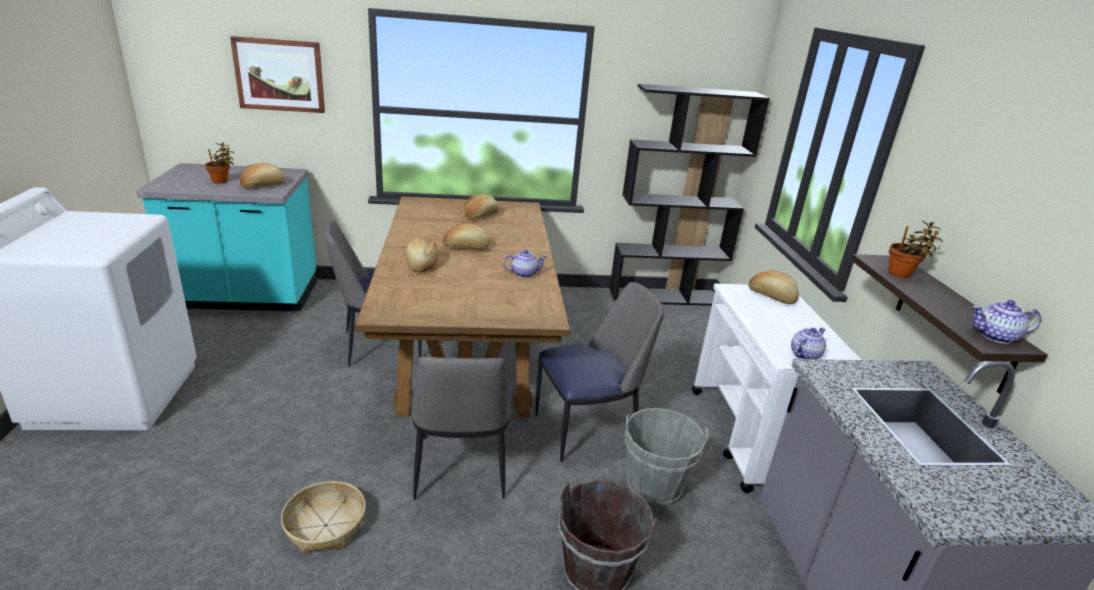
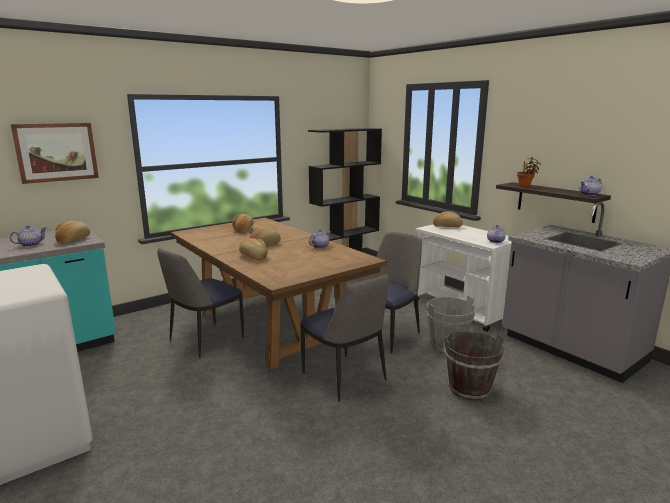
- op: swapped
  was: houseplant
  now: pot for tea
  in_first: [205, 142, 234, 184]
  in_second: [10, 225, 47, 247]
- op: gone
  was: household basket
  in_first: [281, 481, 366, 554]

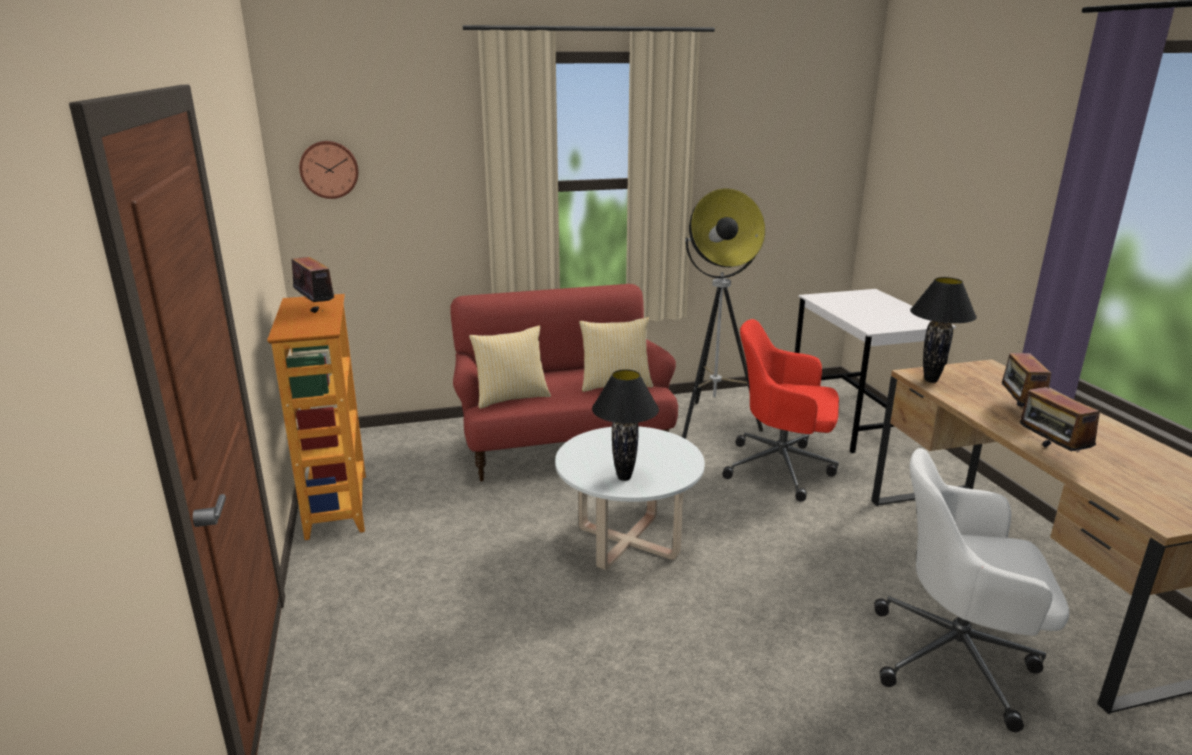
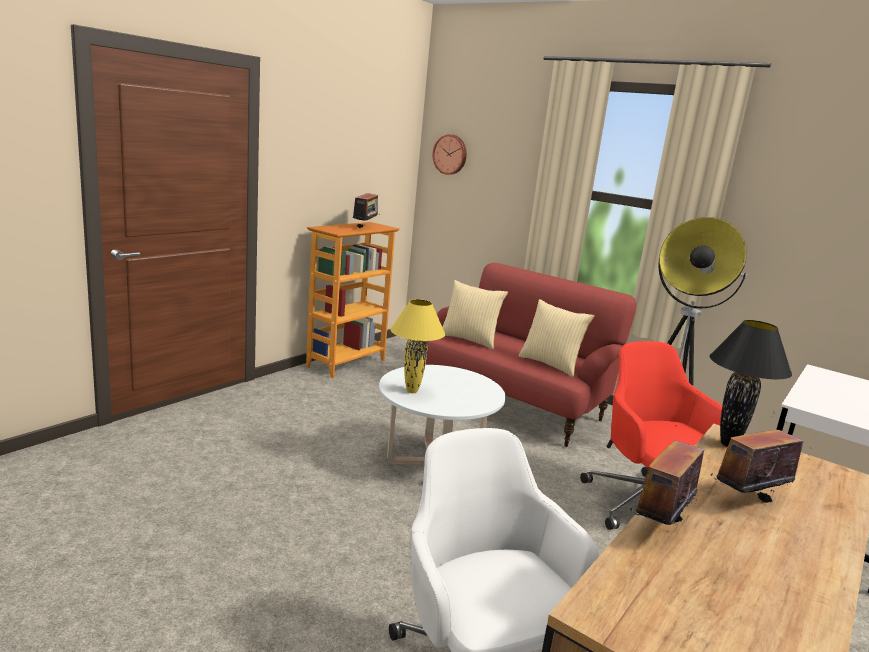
- op: repainted
  was: lamp for a table (black-coloured)
  now: lamp for a table (yellowish)
  in_first: [592, 370, 659, 481]
  in_second: [390, 299, 445, 393]

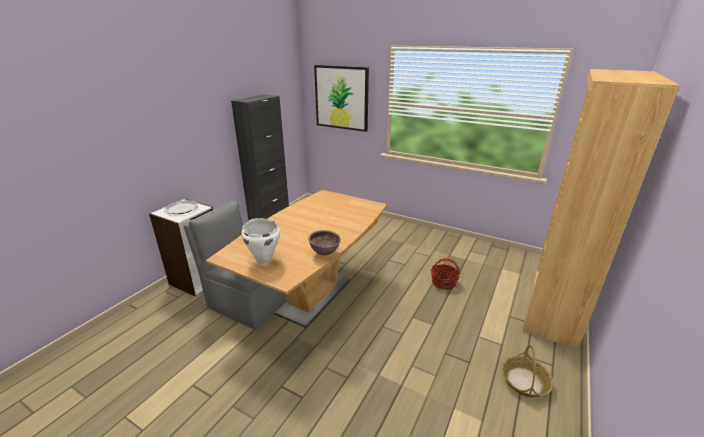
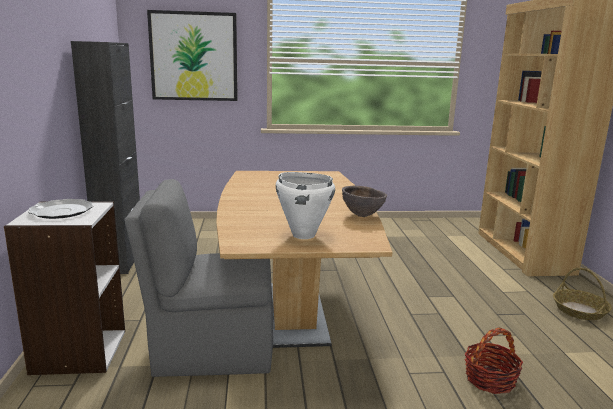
- op: shifted
  was: household basket
  in_first: [431, 258, 460, 290]
  in_second: [464, 328, 523, 394]

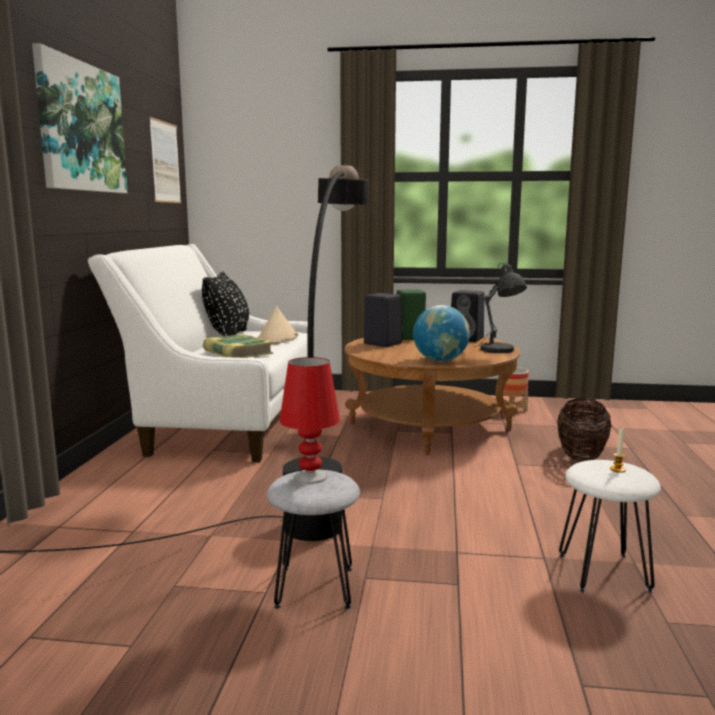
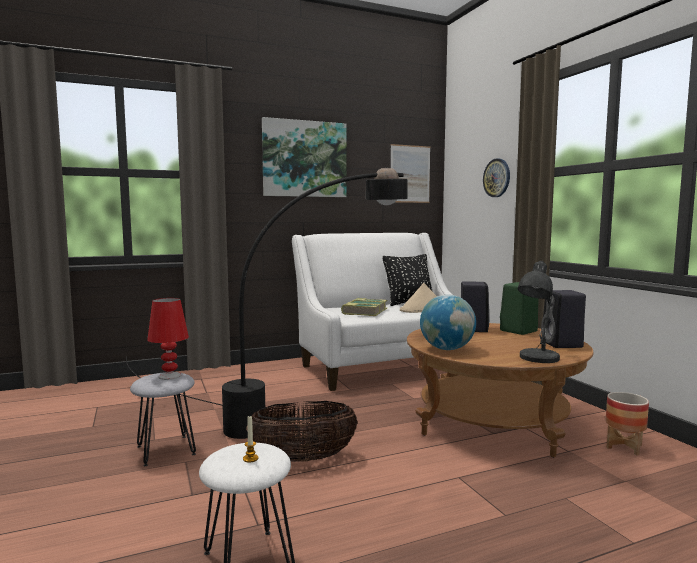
- op: shifted
  was: household basket
  in_first: [557, 398, 612, 462]
  in_second: [246, 401, 358, 462]
- op: new
  now: hanging clock
  in_second: [483, 159, 510, 197]

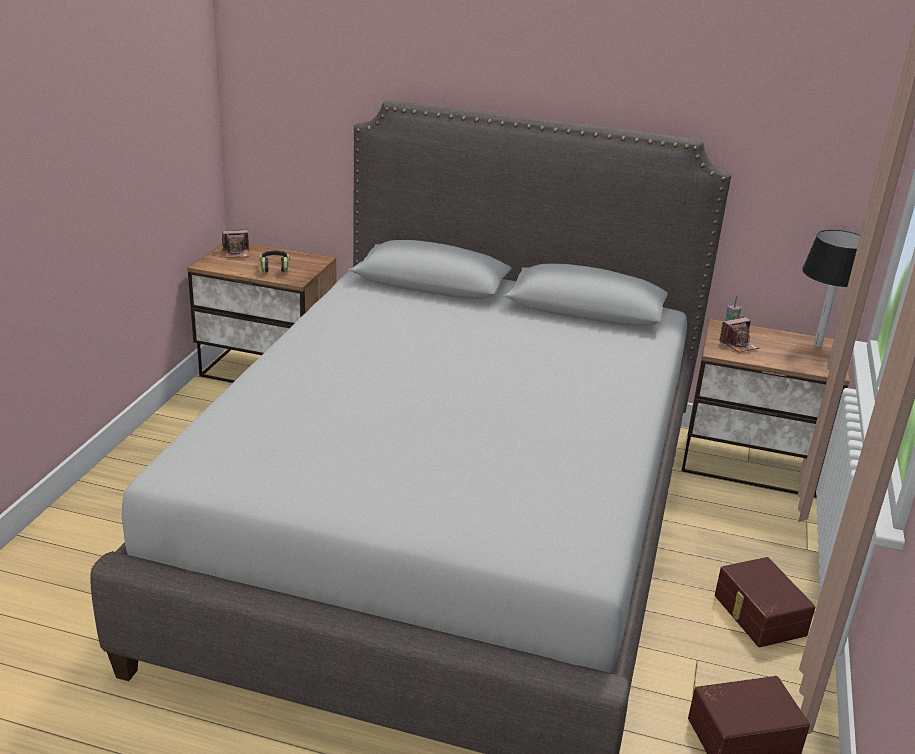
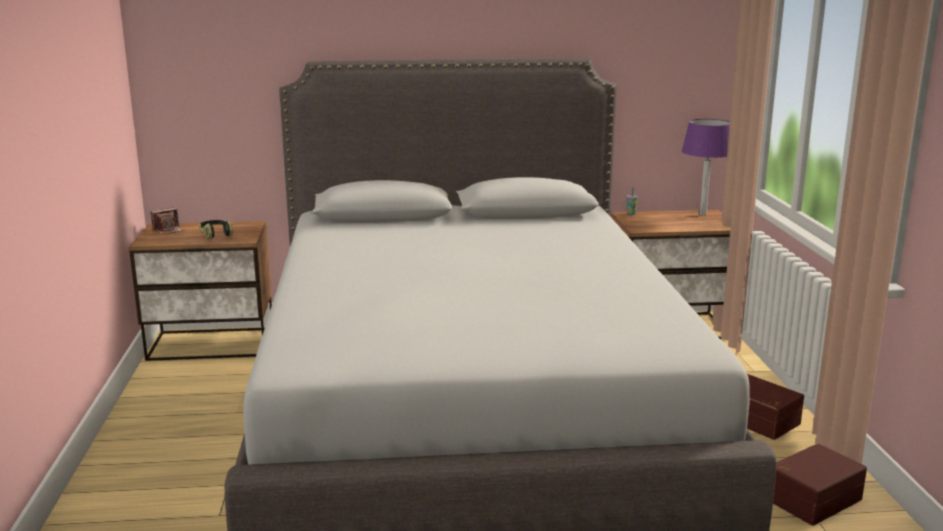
- op: gone
  was: photo camera
  in_first: [719, 316, 759, 352]
- op: repainted
  was: lamp for a table (black-coloured)
  now: lamp for a table (purple-coloured)
  in_first: [802, 230, 860, 347]
  in_second: [682, 119, 730, 215]

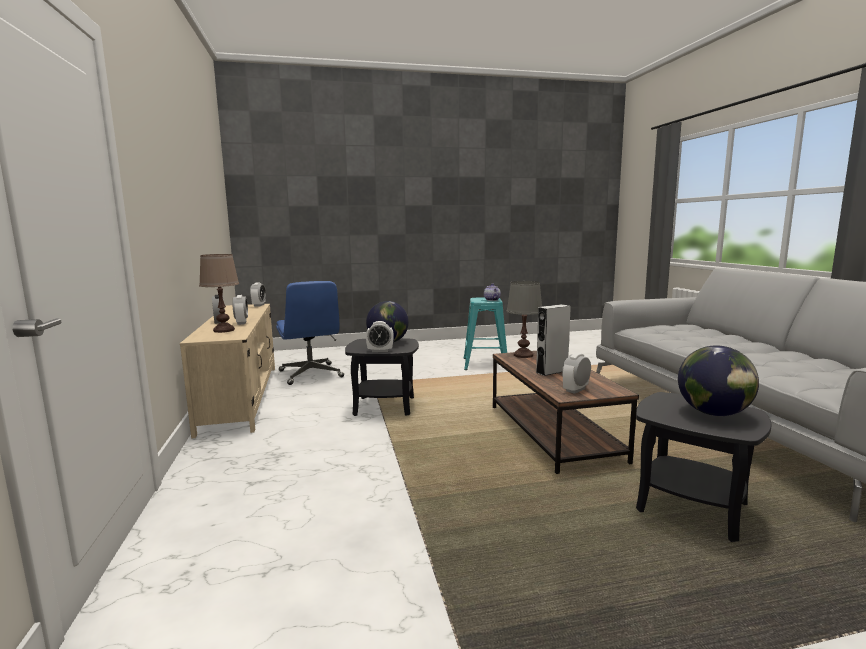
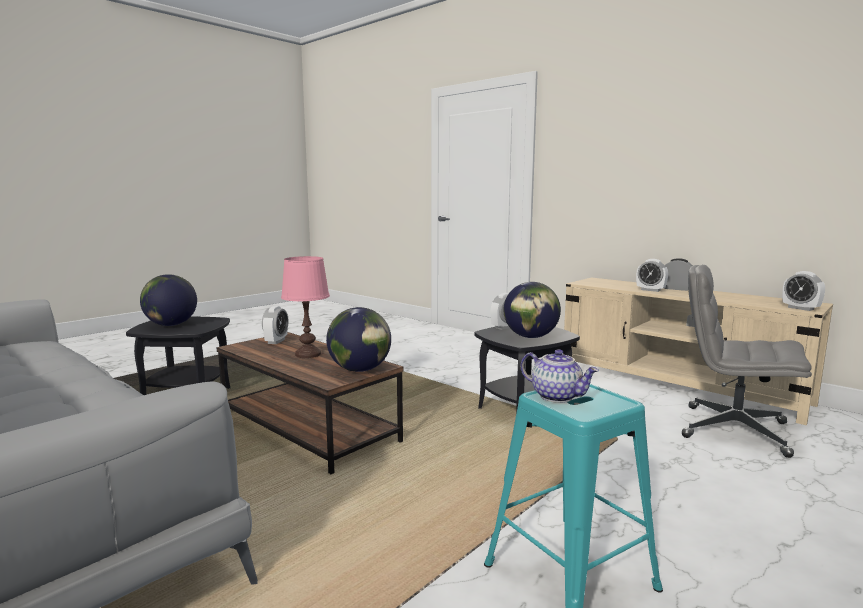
- op: gone
  was: lamp for a table (brown)
  in_first: [199, 254, 239, 333]
- op: repainted
  was: computer chair (bluish)
  now: computer chair (gray)
  in_first: [276, 281, 344, 385]
  in_second: [682, 265, 812, 458]
- op: swapped
  was: lamp for a table (gray)
  now: desk globe
  in_first: [506, 281, 542, 358]
  in_second: [326, 307, 391, 372]
- op: swapped
  was: audio speaker (gray)
  now: lamp for a table (pinkish)
  in_first: [536, 304, 571, 376]
  in_second: [281, 256, 330, 358]

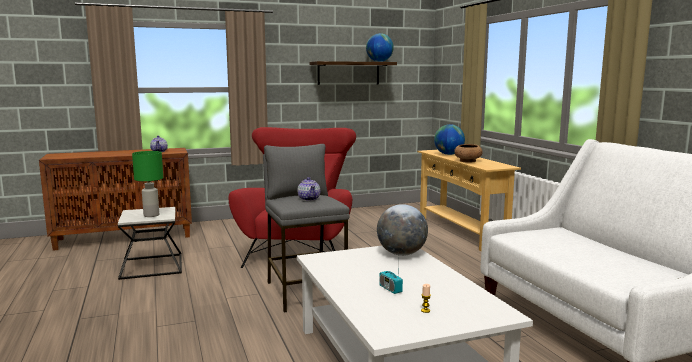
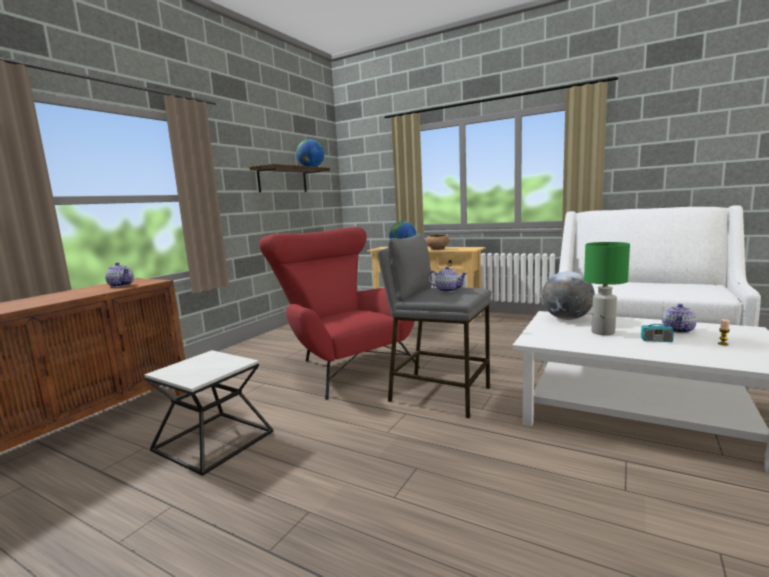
- op: shifted
  was: lamp for a table (greenish)
  in_first: [132, 151, 163, 217]
  in_second: [584, 242, 630, 335]
- op: new
  now: pot for tea
  in_second: [663, 304, 697, 333]

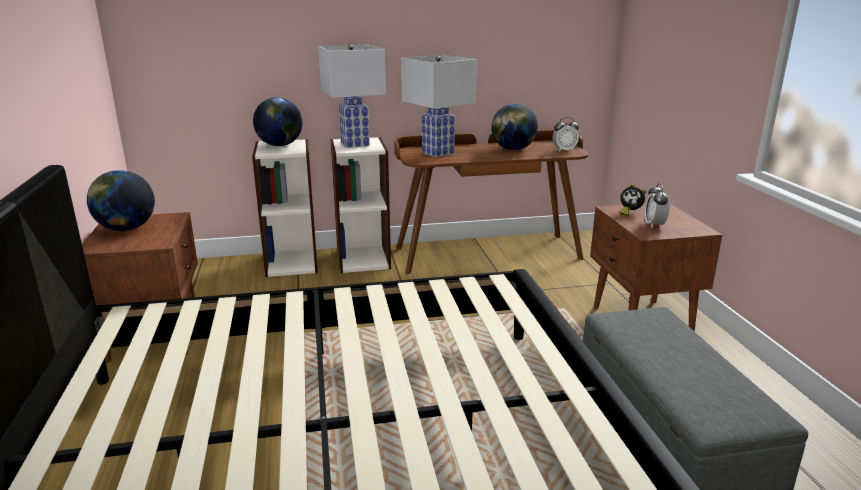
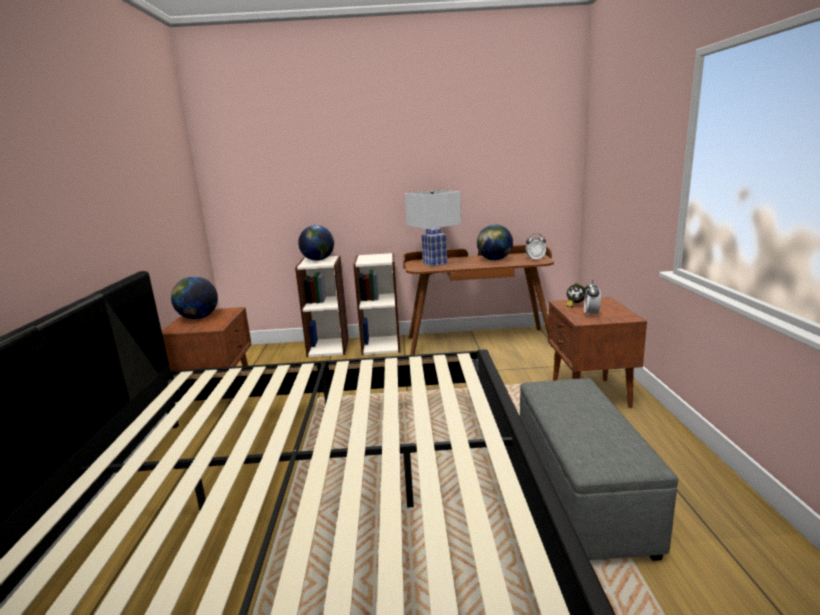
- op: gone
  was: lamp for a table (whitish)
  in_first: [318, 45, 386, 148]

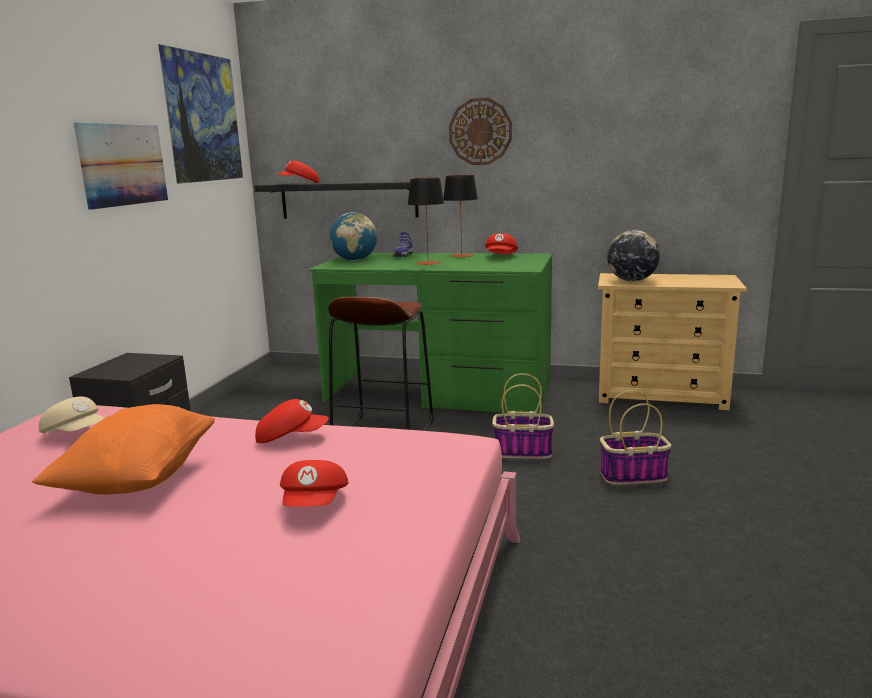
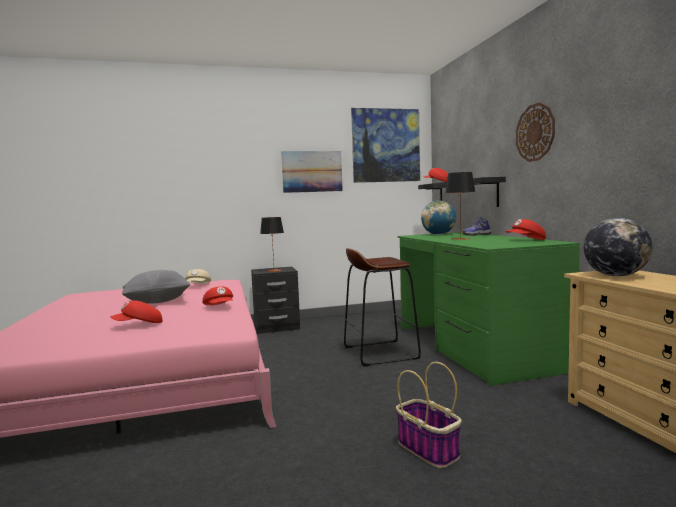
- op: repainted
  was: cushion (orange-coloured)
  now: cushion (gray)
  in_first: [32, 404, 215, 494]
  in_second: [122, 270, 191, 304]
- op: shifted
  was: lamp for a table
  in_first: [443, 175, 478, 258]
  in_second: [260, 217, 284, 272]
- op: gone
  was: household basket
  in_first: [492, 373, 554, 459]

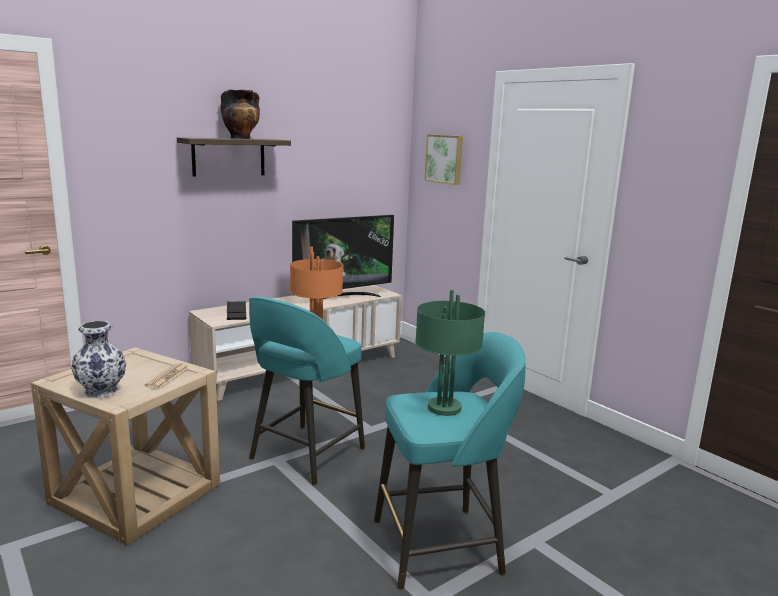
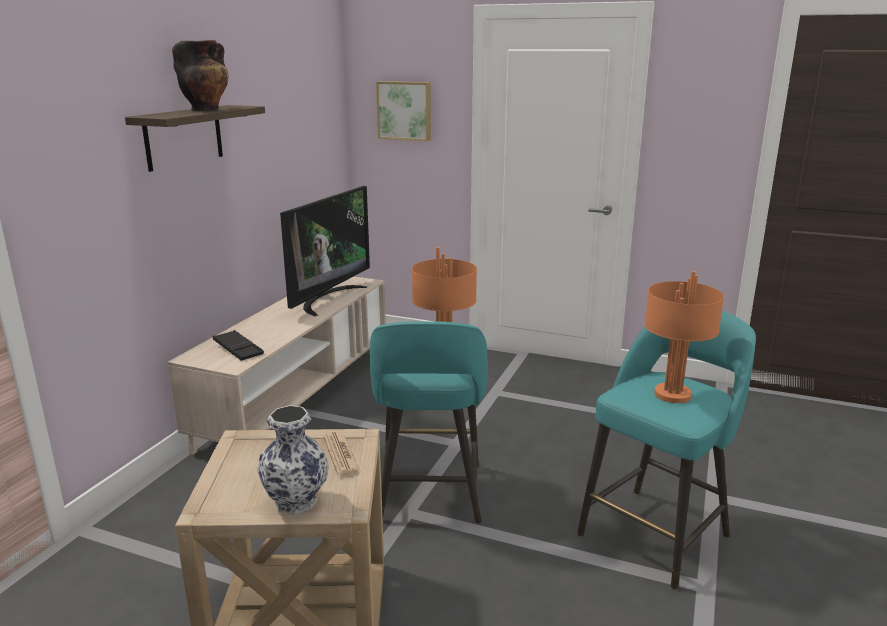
- op: repainted
  was: lamp for a table (greenish)
  now: lamp for a table (orange-coloured)
  in_first: [415, 290, 485, 416]
  in_second: [644, 271, 724, 403]

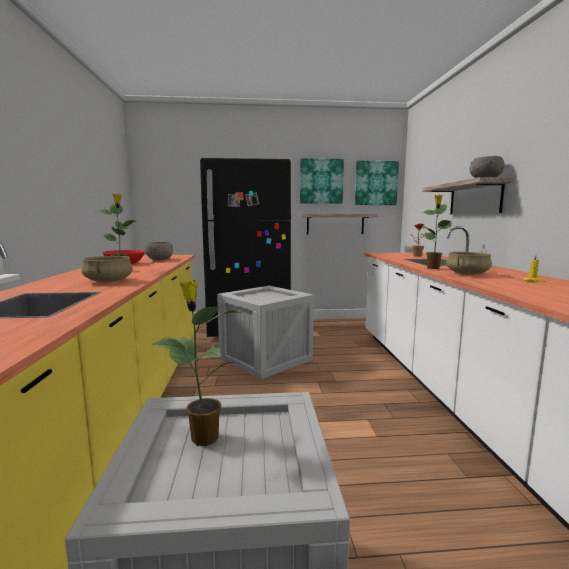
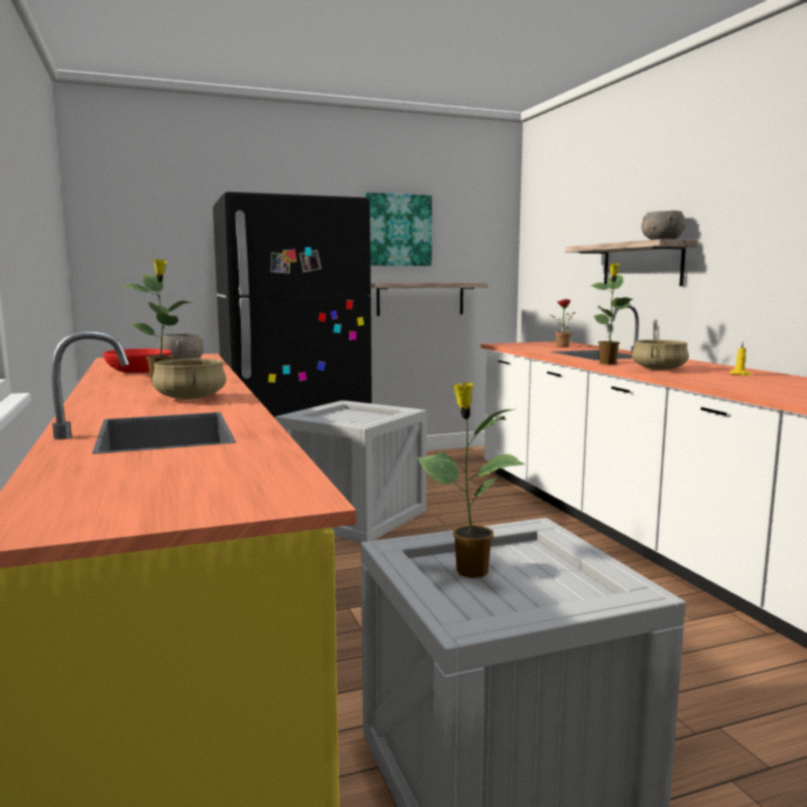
- op: gone
  was: wall picture
  in_first: [355, 161, 399, 205]

